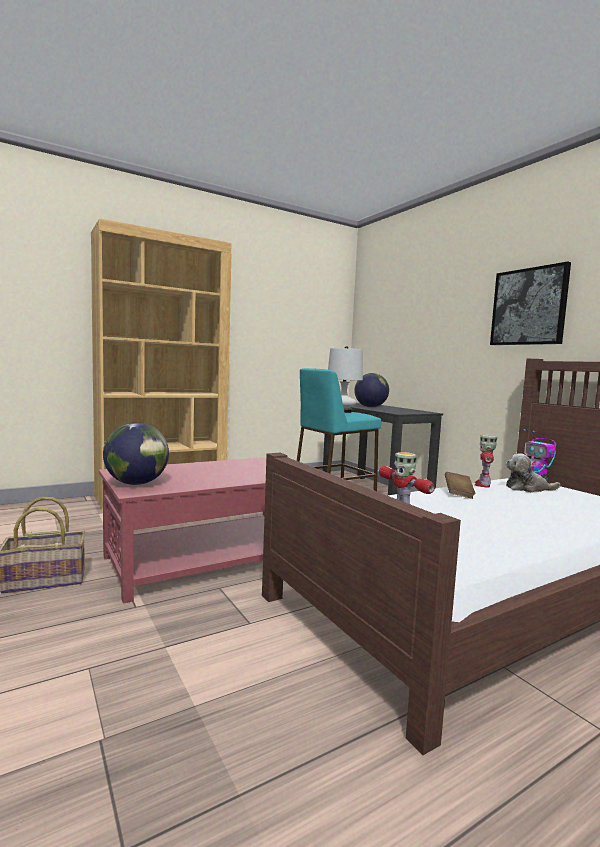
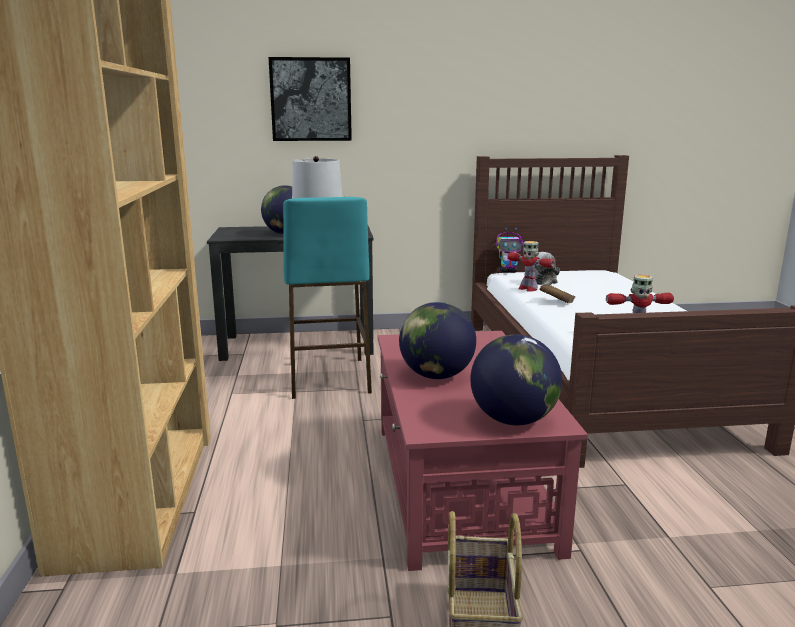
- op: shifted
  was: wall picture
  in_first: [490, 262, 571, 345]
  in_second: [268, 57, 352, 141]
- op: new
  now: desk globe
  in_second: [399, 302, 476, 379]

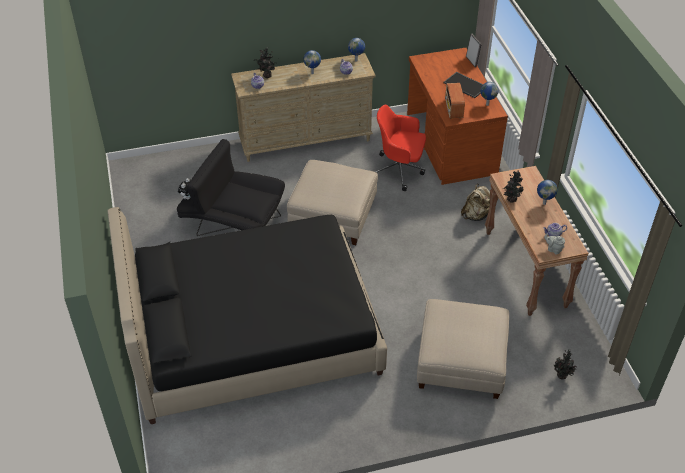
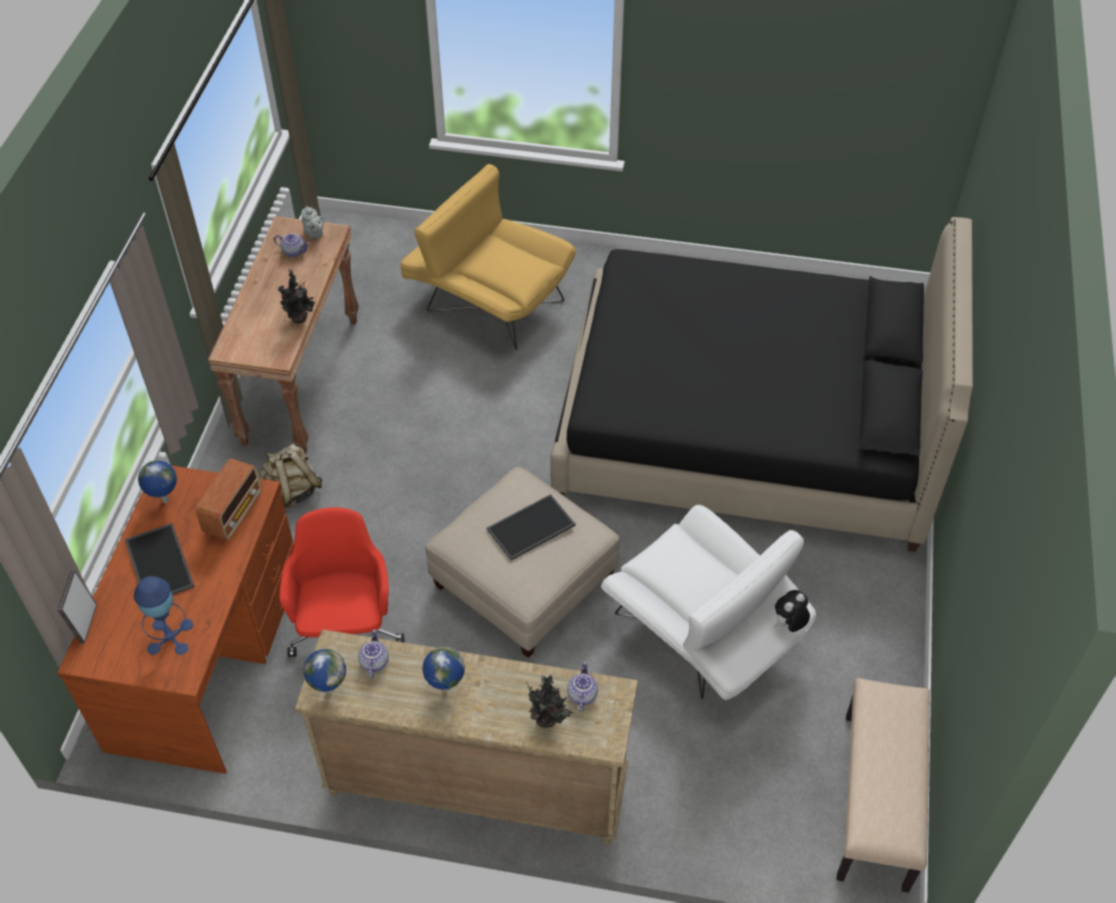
- op: repainted
  was: armchair (black-coloured)
  now: armchair (whitish)
  in_first: [177, 139, 285, 236]
  in_second: [601, 505, 816, 700]
- op: rotated
  was: computer chair (red)
  in_first: [375, 105, 426, 191]
  in_second: [280, 507, 405, 657]
  clockwise: -135
- op: swapped
  was: pouffe (beige)
  now: armchair (yellowish)
  in_first: [417, 299, 509, 399]
  in_second: [400, 164, 576, 350]
- op: gone
  was: desk globe
  in_first: [537, 180, 558, 205]
- op: gone
  was: houseplant
  in_first: [554, 349, 577, 379]
- op: new
  now: lamp for a table (bluish)
  in_second: [134, 576, 193, 655]
- op: new
  now: carrying tray
  in_second: [487, 494, 576, 560]
- op: new
  now: indoor bench (beige)
  in_second: [837, 678, 930, 893]

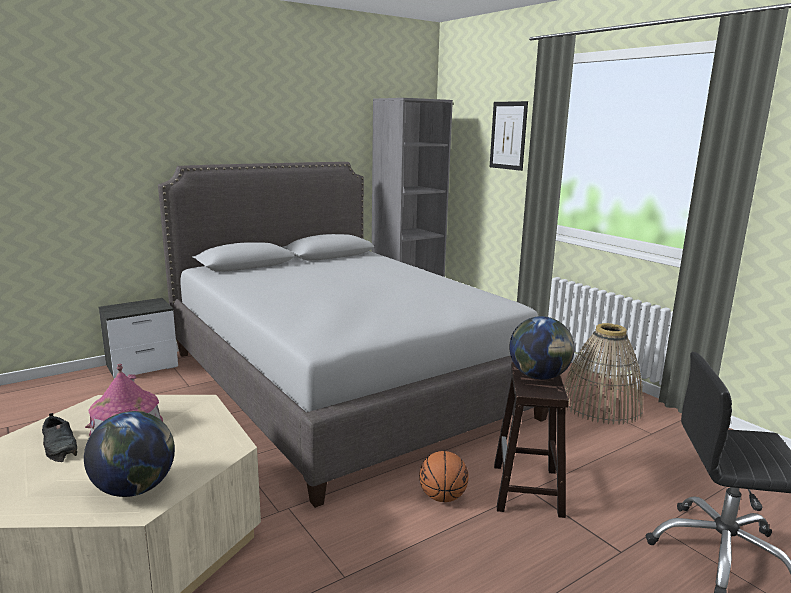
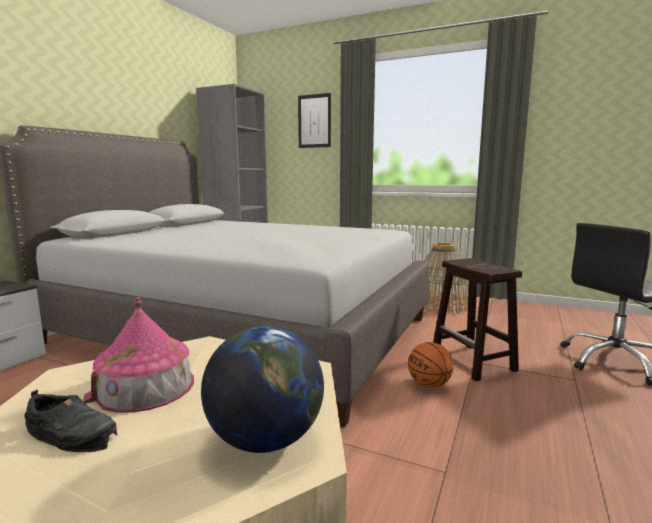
- op: gone
  was: desk globe
  in_first: [509, 316, 575, 380]

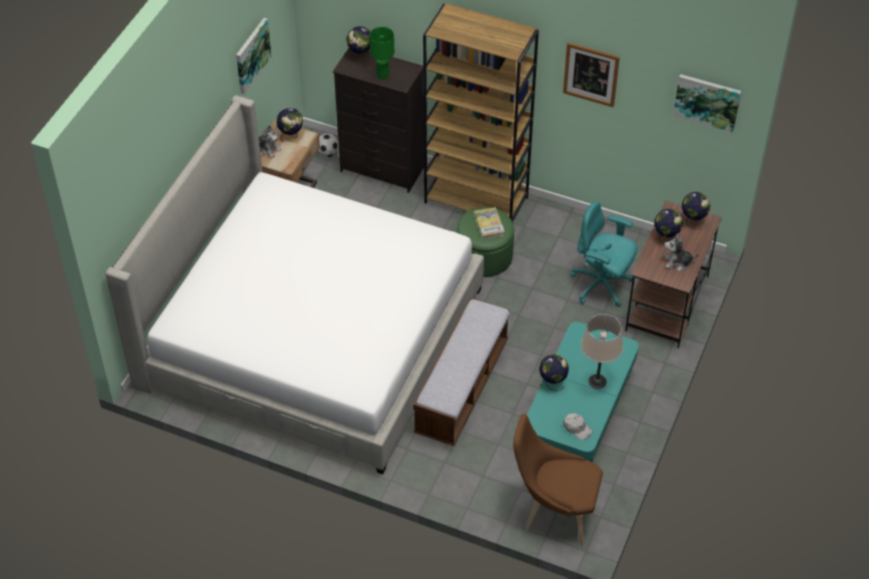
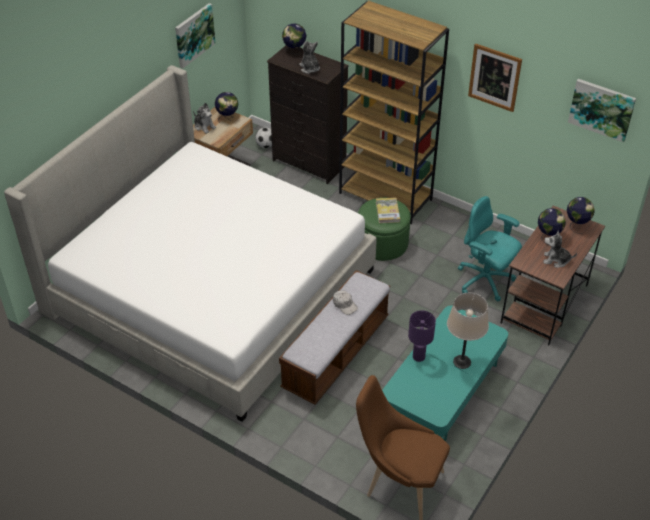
- op: swapped
  was: lamp for a table (greenish)
  now: cuddly toy
  in_first: [370, 27, 394, 79]
  in_second: [299, 41, 320, 74]
- op: swapped
  was: desk globe
  now: lamp for a table (purple-coloured)
  in_first: [539, 354, 569, 391]
  in_second: [408, 310, 436, 362]
- op: shifted
  was: peaked cap (whitish)
  in_first: [563, 413, 593, 440]
  in_second: [333, 290, 358, 315]

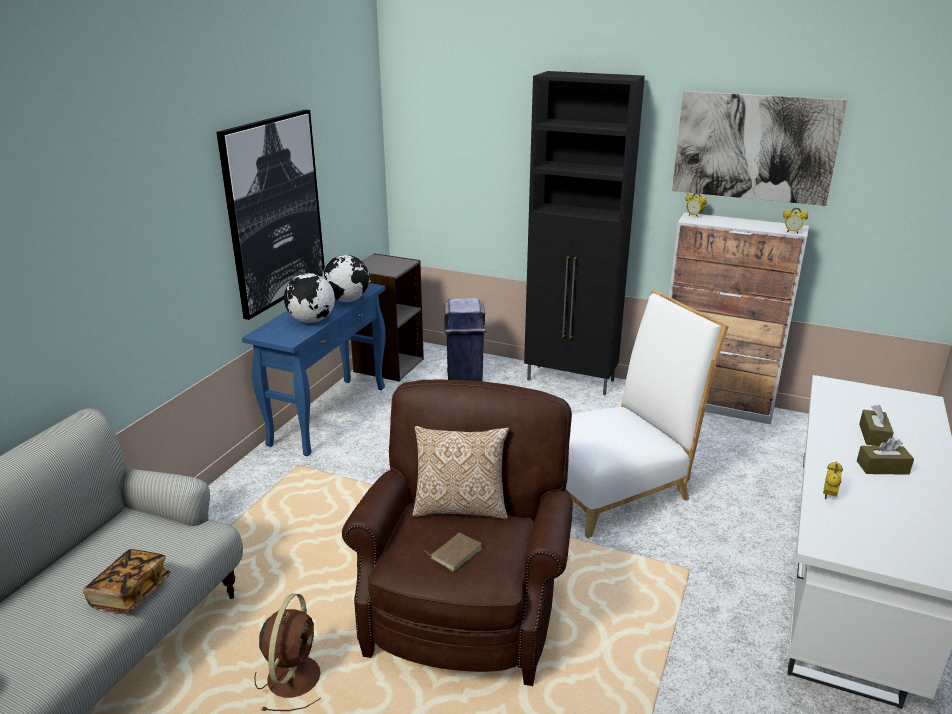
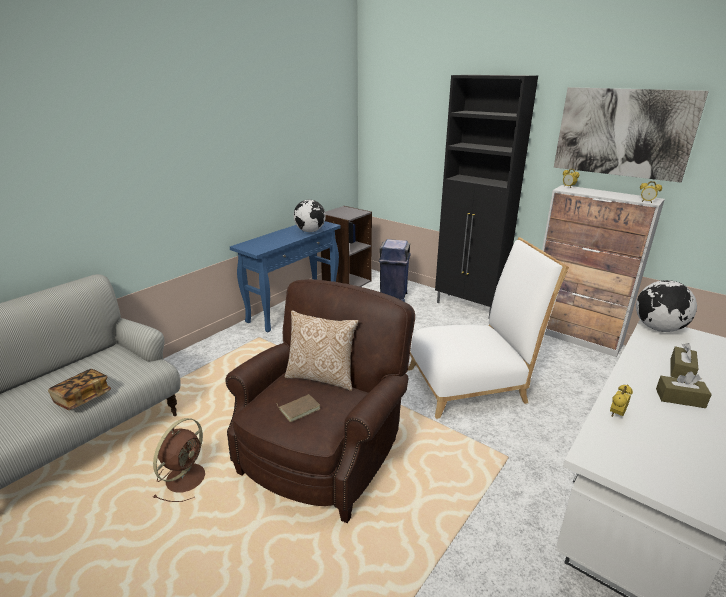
- op: gone
  was: wall picture
  in_first: [217, 110, 325, 320]
- op: shifted
  was: desk globe
  in_first: [284, 273, 335, 323]
  in_second: [636, 280, 697, 332]

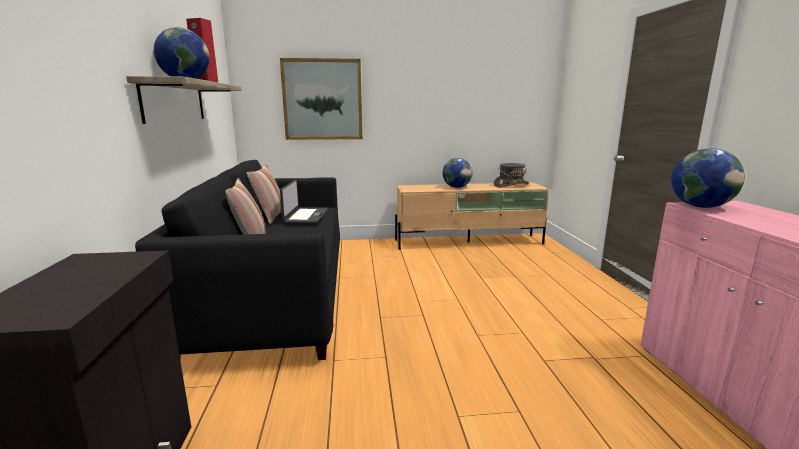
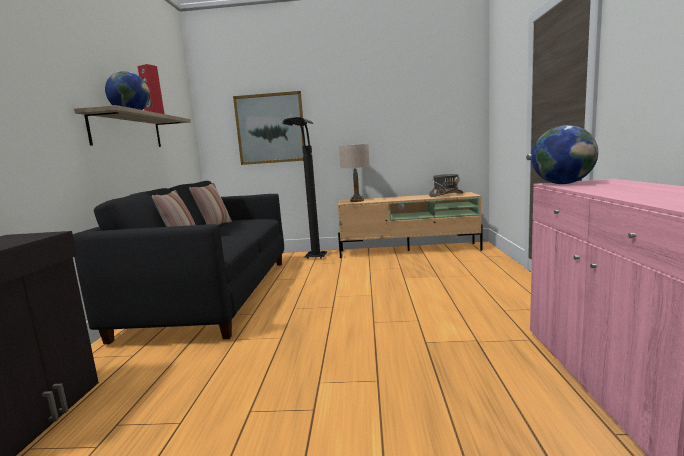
- op: gone
  was: portable computer
  in_first: [280, 179, 328, 224]
- op: gone
  was: desk globe
  in_first: [443, 158, 472, 188]
- op: new
  now: floor lamp (black-coloured)
  in_second: [282, 117, 328, 259]
- op: new
  now: lamp for a table (beige)
  in_second: [339, 144, 370, 202]

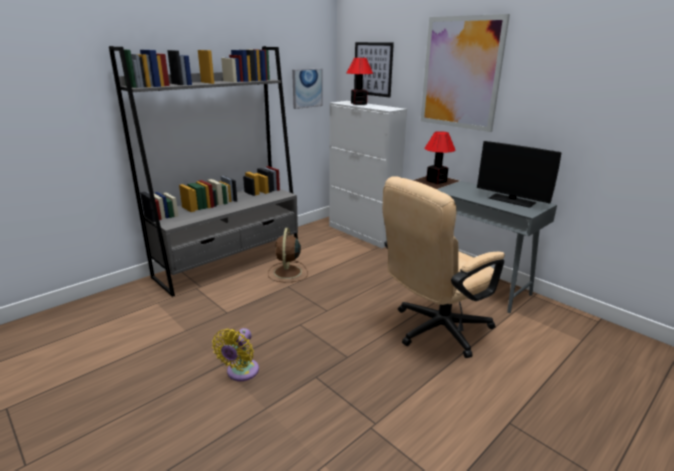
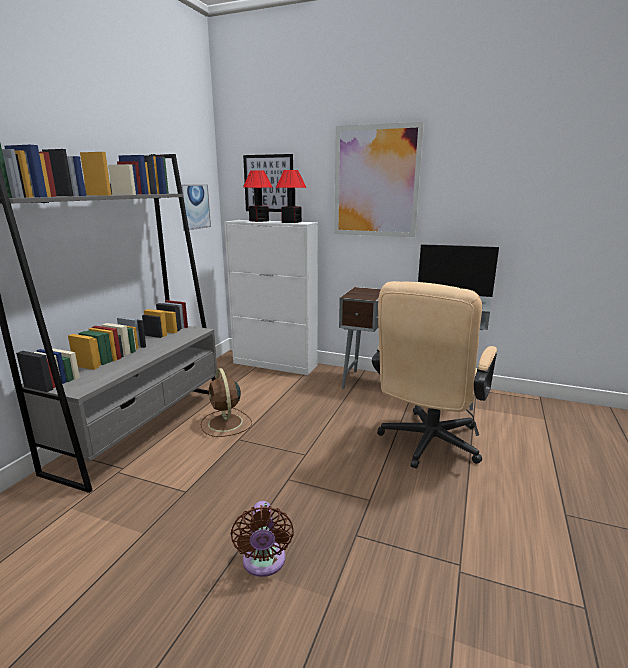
- op: repainted
  was: electric fan (yellowish)
  now: electric fan (brown)
  in_first: [212, 328, 259, 381]
  in_second: [231, 501, 294, 577]
- op: shifted
  was: lamp for a table
  in_first: [424, 131, 455, 184]
  in_second: [276, 170, 307, 223]

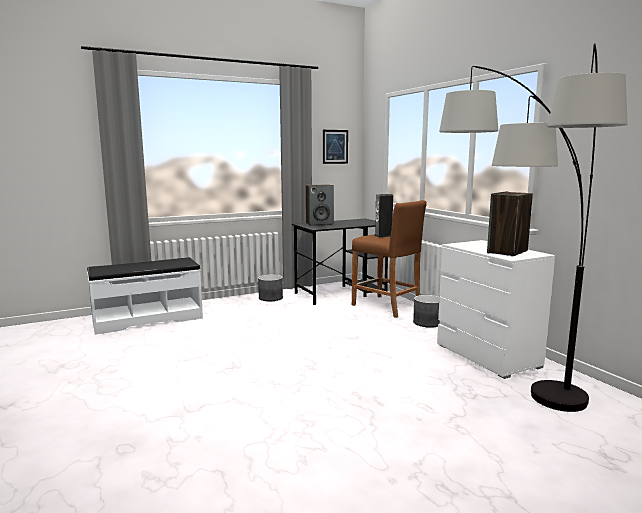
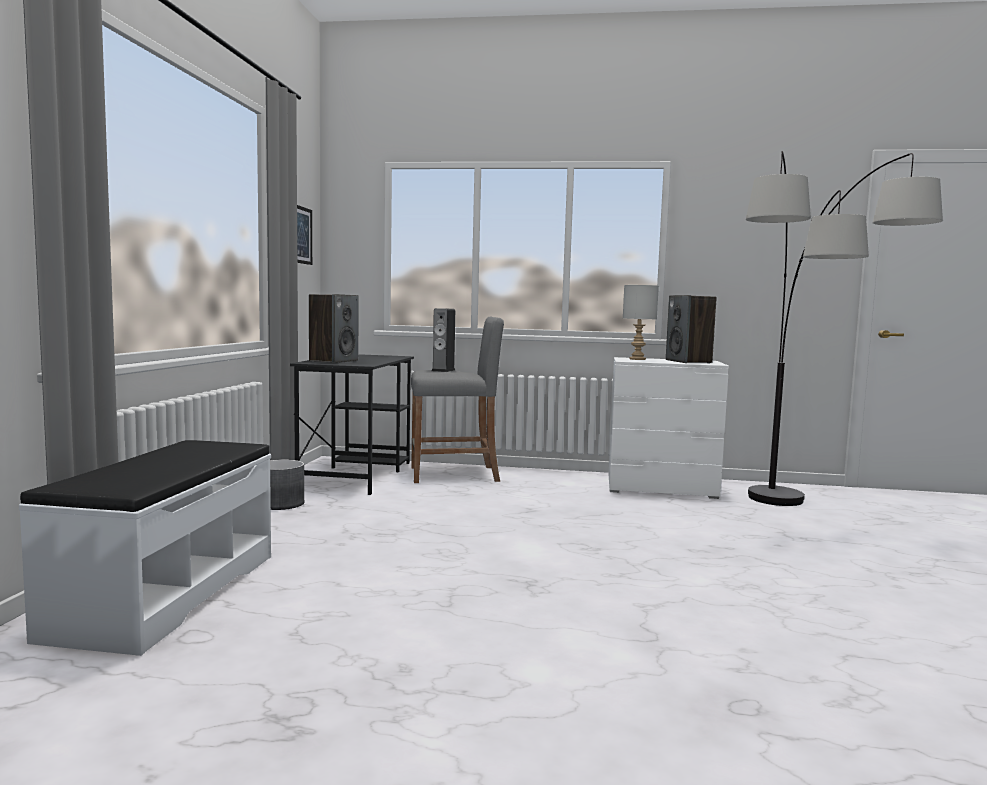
- op: repainted
  was: stool seat (brown)
  now: stool seat (gray)
  in_first: [352, 200, 427, 318]
  in_second: [411, 317, 504, 483]
- op: gone
  was: flower pot (gray)
  in_first: [413, 295, 440, 328]
- op: new
  now: lamp for a table (gray)
  in_second: [623, 285, 659, 360]

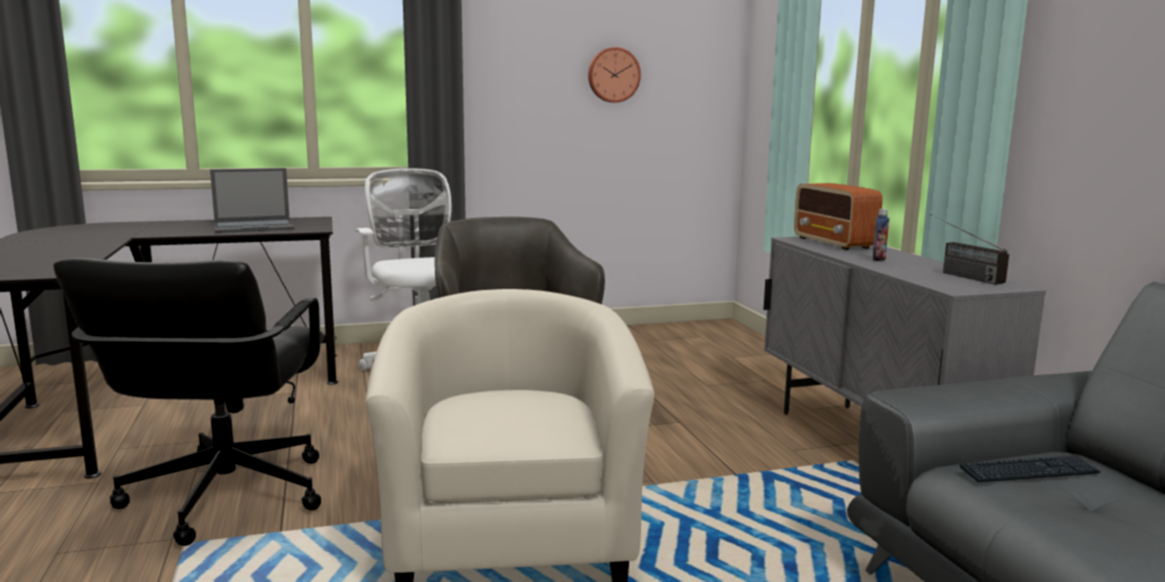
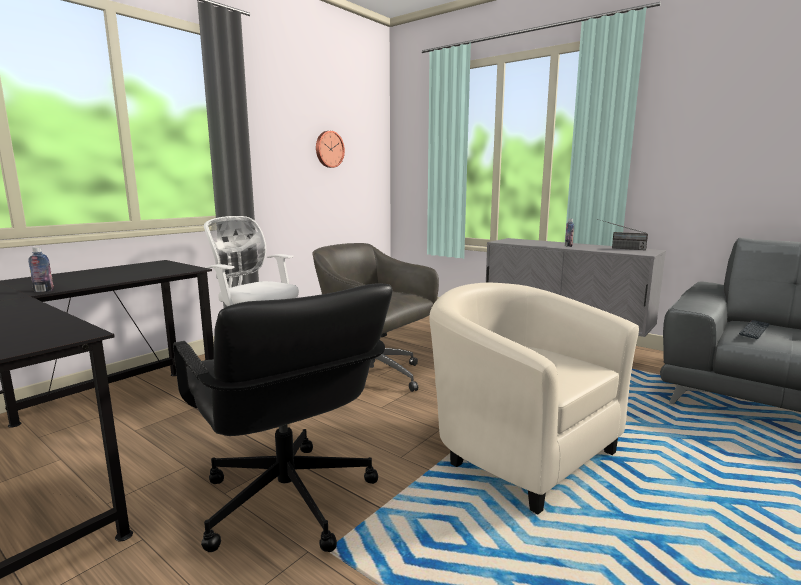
- op: gone
  was: portable computer
  in_first: [210, 168, 294, 233]
- op: gone
  was: radio set
  in_first: [794, 183, 883, 250]
- op: new
  now: bottle
  in_second: [28, 247, 54, 292]

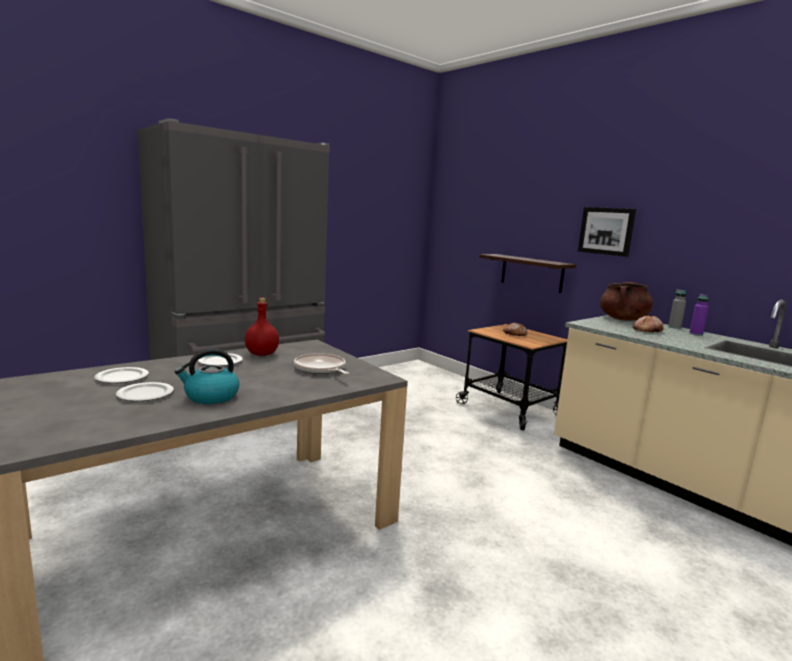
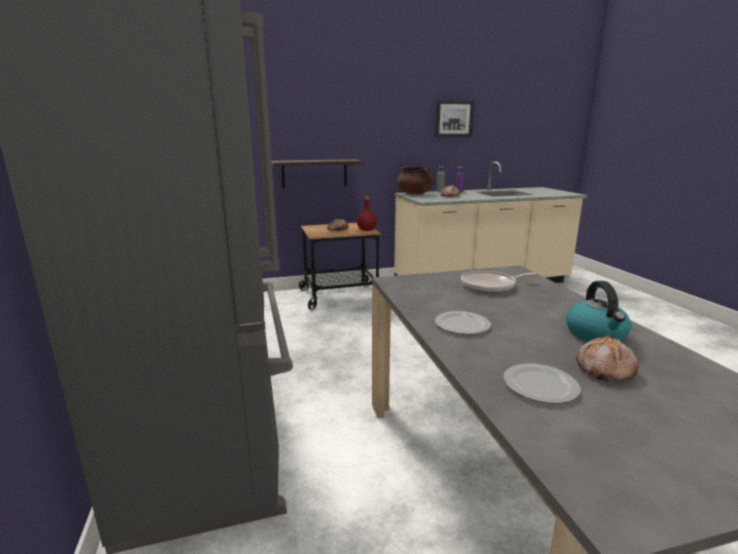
- op: swapped
  was: plate
  now: baked bread
  in_first: [116, 382, 174, 401]
  in_second: [576, 335, 639, 381]
- op: shifted
  was: bottle (red)
  in_first: [245, 298, 279, 356]
  in_second: [357, 196, 377, 231]
- op: shifted
  was: wall picture
  in_first: [578, 207, 636, 257]
  in_second: [435, 100, 474, 137]

